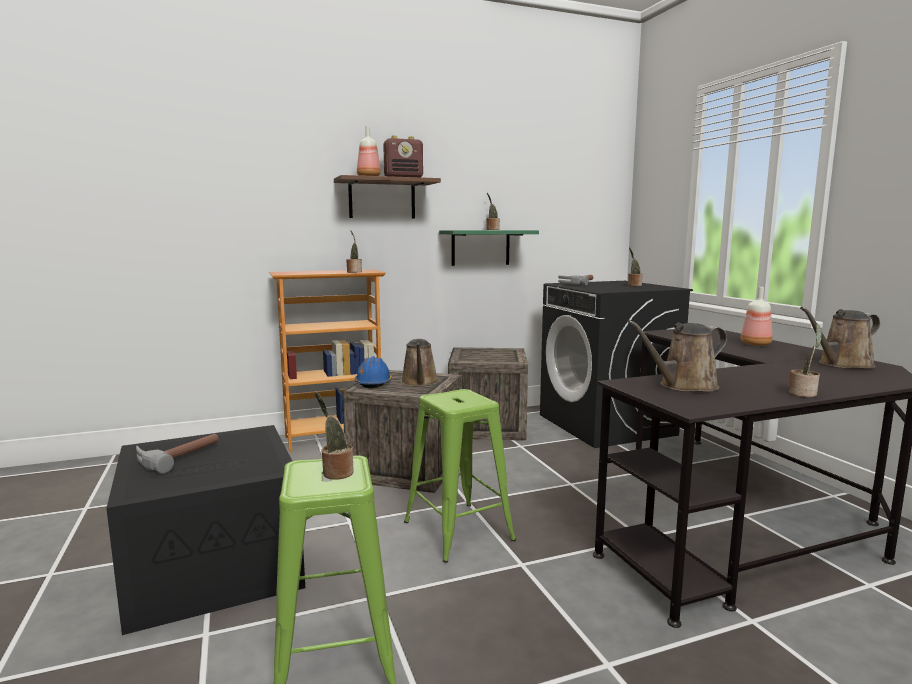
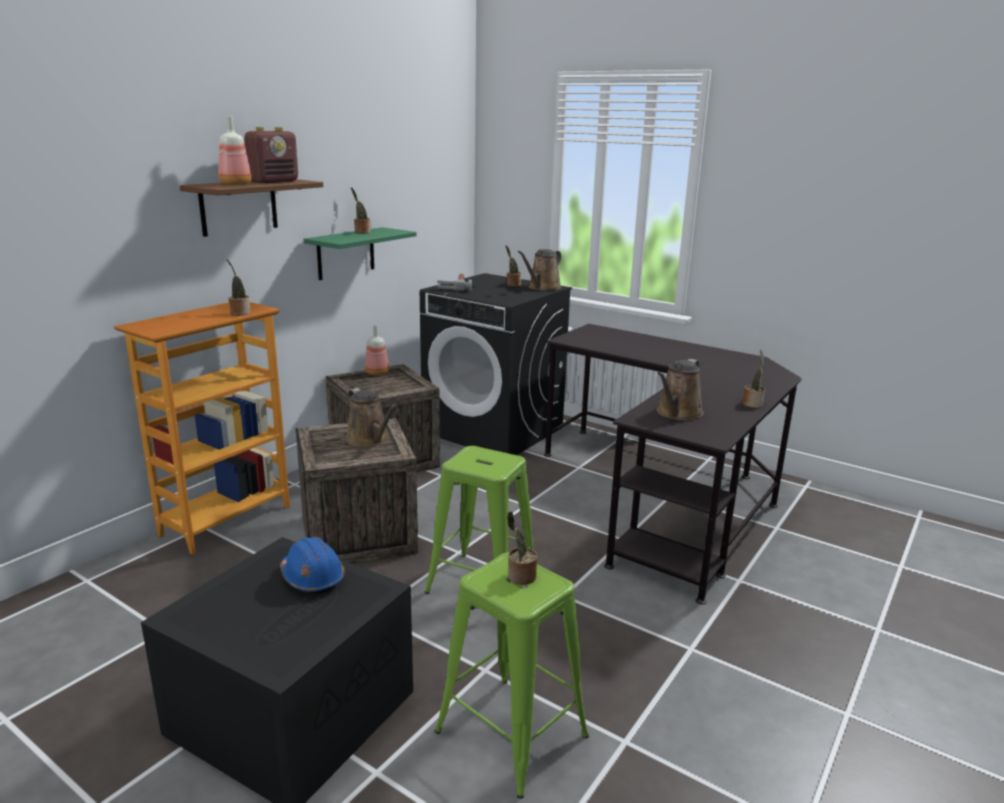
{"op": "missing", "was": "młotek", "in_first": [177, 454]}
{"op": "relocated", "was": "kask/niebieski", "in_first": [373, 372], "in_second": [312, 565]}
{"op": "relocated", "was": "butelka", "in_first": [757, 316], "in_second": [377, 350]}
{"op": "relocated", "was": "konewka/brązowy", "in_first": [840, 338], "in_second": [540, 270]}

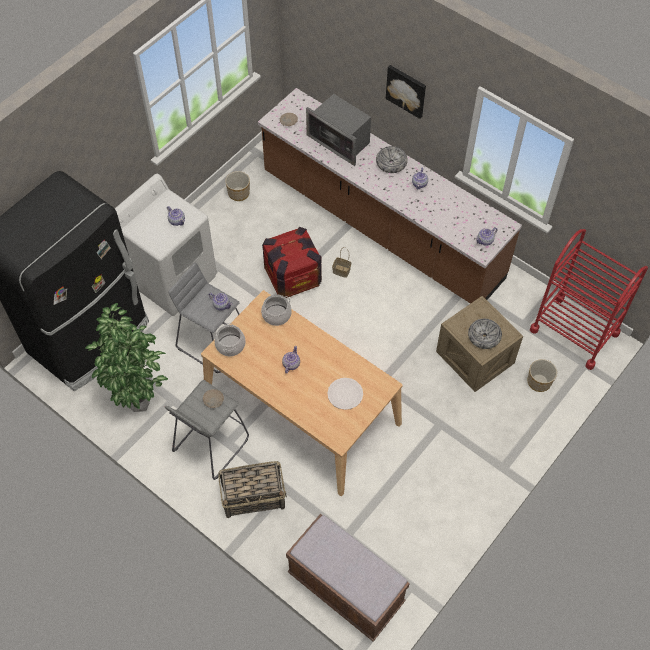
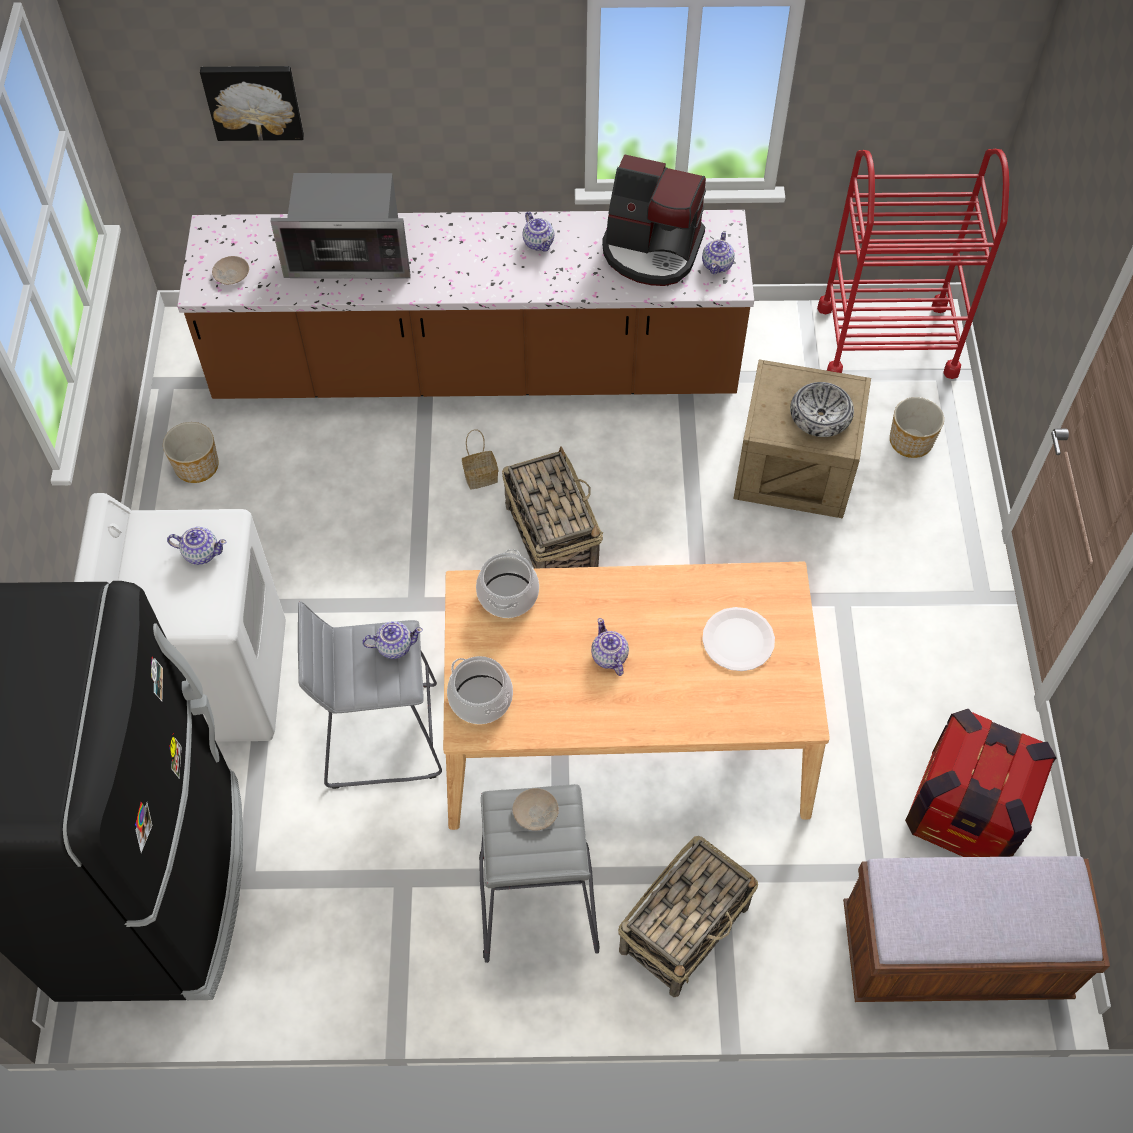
{"op": "missing", "was": "roślina doniczkowa", "in_first": [126, 357]}
{"op": "missing", "was": "miska", "in_first": [392, 159]}
{"op": "appeared", "now": "koszyk", "in_second": [552, 507]}
{"op": "appeared", "now": "ekspres do kawy", "in_second": [654, 220]}
{"op": "relocated", "was": "skrzynka", "in_first": [292, 262], "in_second": [980, 783]}
{"op": "relocated", "was": "obraz", "in_first": [406, 92], "in_second": [252, 103]}

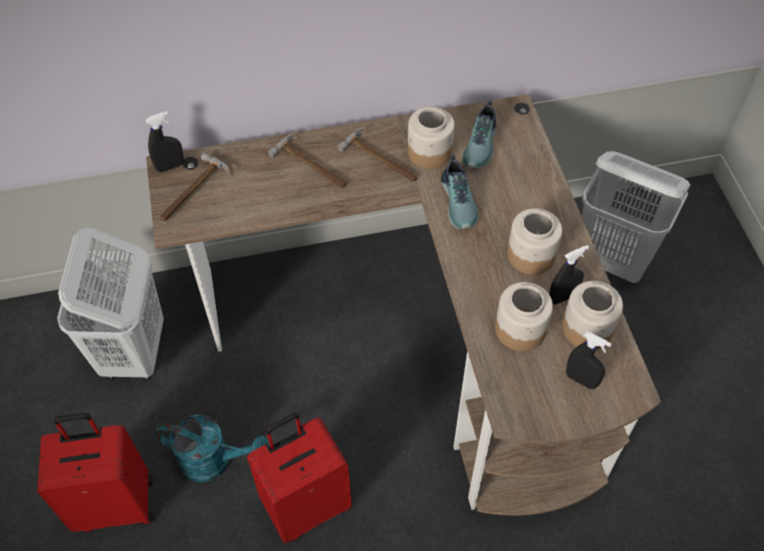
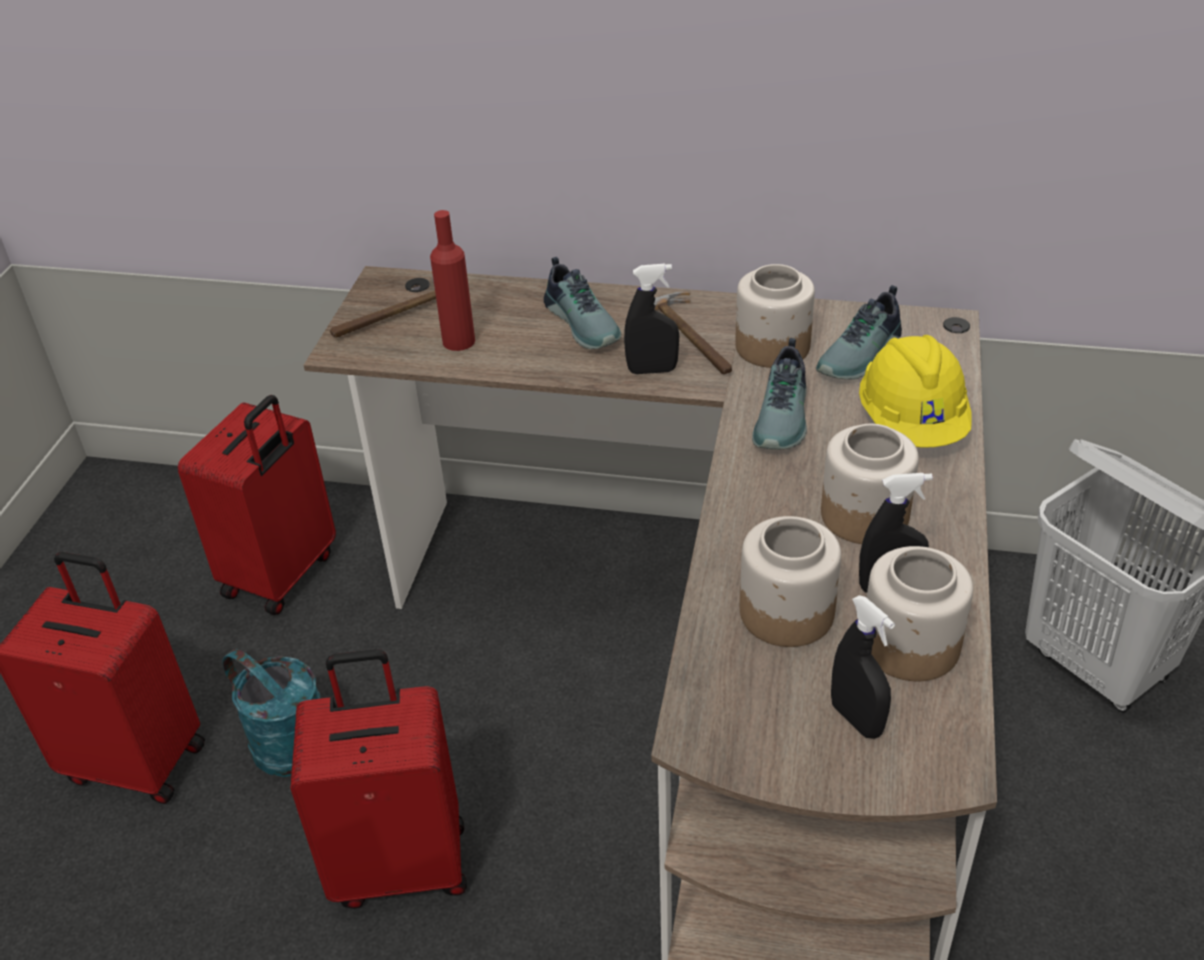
{"op": "appeared", "now": "butelka/czerwony", "in_second": [452, 280]}
{"op": "appeared", "now": "kask/żółty", "in_second": [915, 391]}
{"op": "relocated", "was": "spryskiwacz/czarny", "in_first": [164, 141], "in_second": [651, 318]}
{"op": "exchanged", "was": "kosz na pranie/biały", "now": "walizka/czerwony", "in_first": [110, 304], "in_second": [257, 505]}
{"op": "exchanged", "was": "młotek", "now": "but", "in_first": [307, 160], "in_second": [582, 303]}

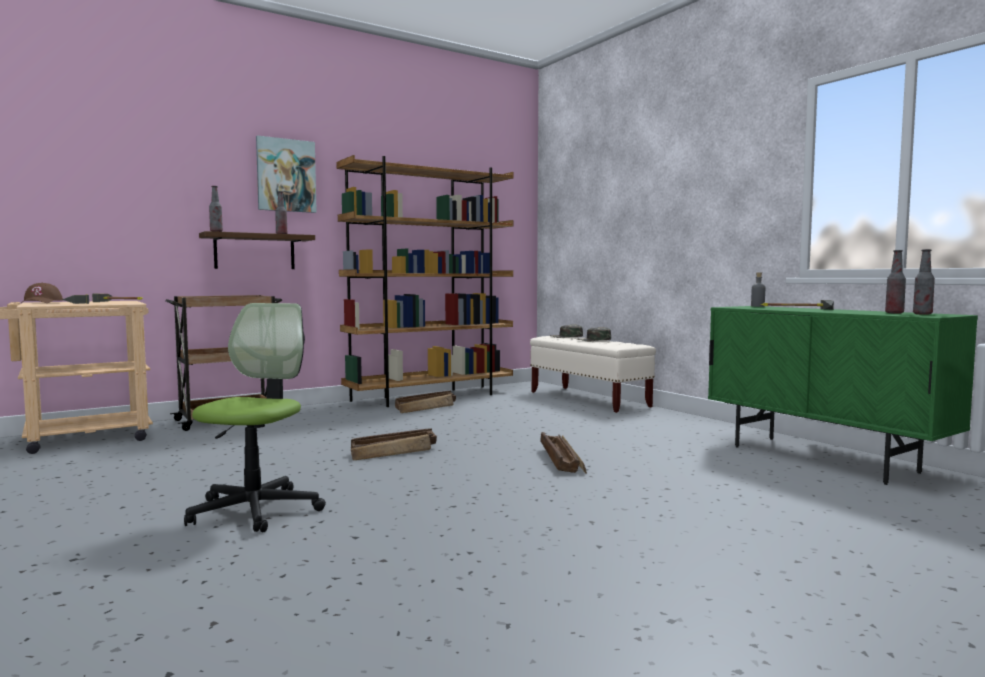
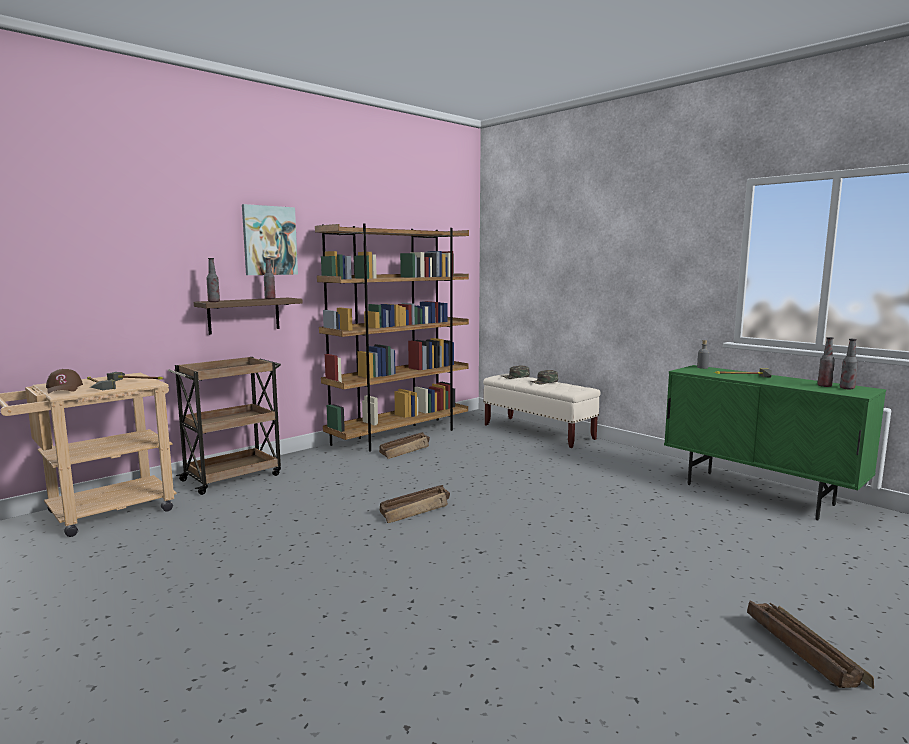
{"op": "missing", "was": "krzesło biurowe", "in_first": [255, 417]}
{"op": "relocated", "was": "skrzynka", "in_first": [563, 452], "in_second": [810, 645]}

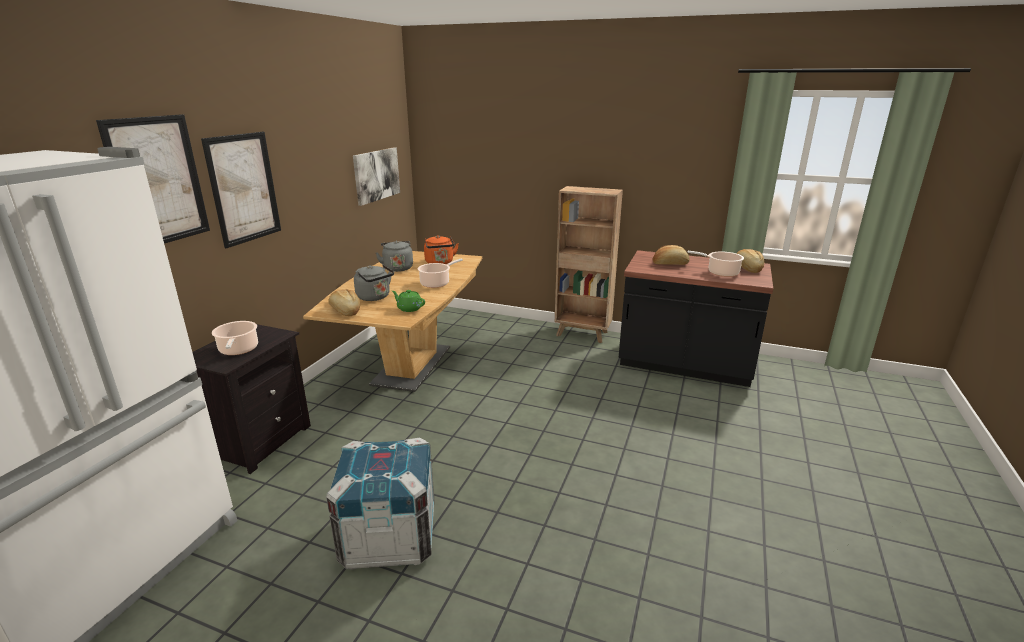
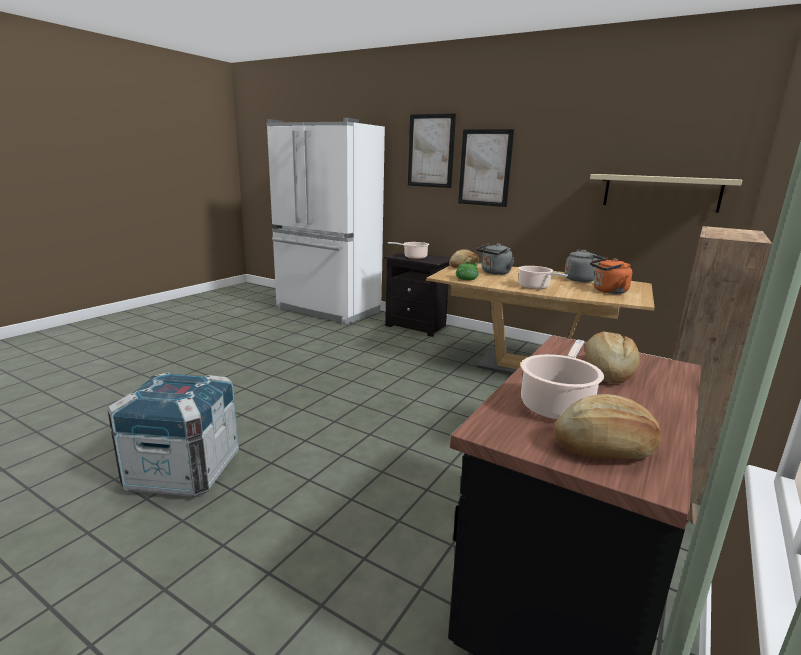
{"op": "relocated", "was": "skrzynka", "in_first": [380, 503], "in_second": [173, 435]}
{"op": "exchanged", "was": "obraz", "now": "półka/beżowy", "in_first": [376, 176], "in_second": [666, 193]}

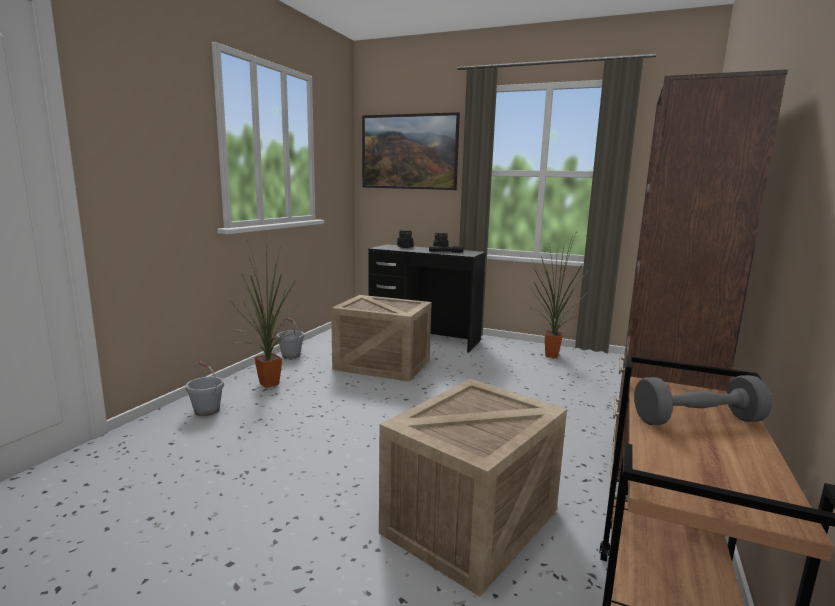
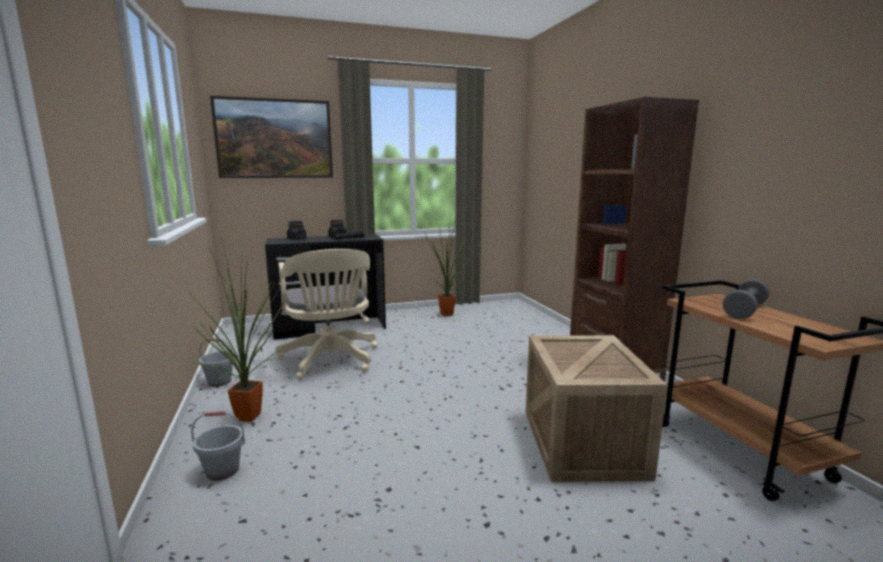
{"op": "exchanged", "was": "skrzynka", "now": "krzesło biurowe/beżowy", "in_first": [381, 338], "in_second": [326, 314]}

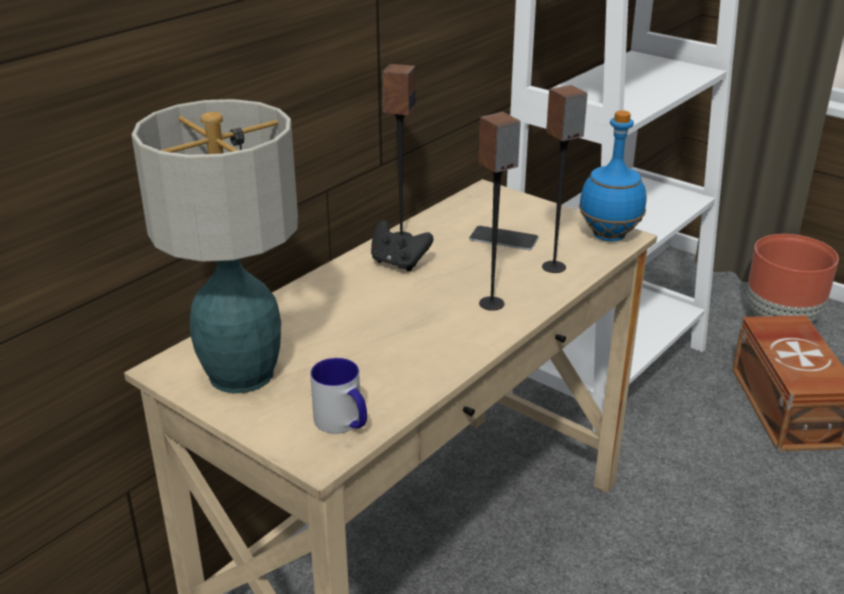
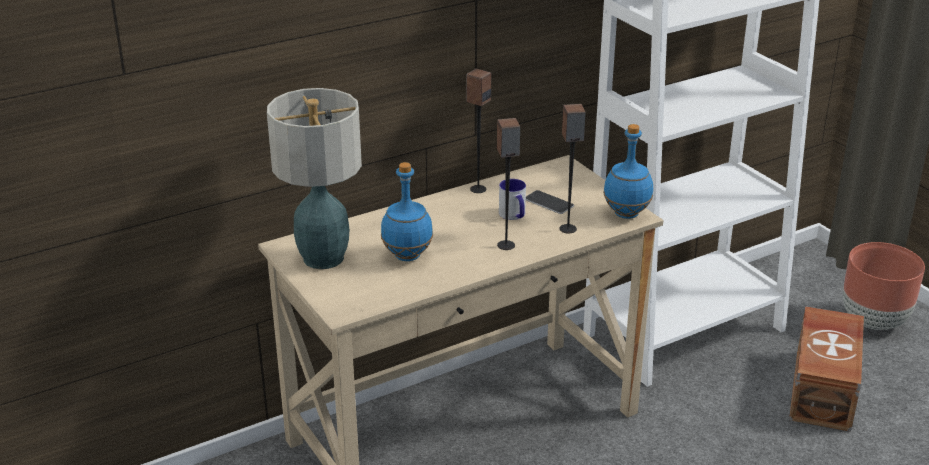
{"op": "missing", "was": "pad do gier/czarny", "in_first": [402, 246]}
{"op": "appeared", "now": "butelka/niebieski", "in_second": [407, 211]}
{"op": "relocated", "was": "kubek", "in_first": [338, 396], "in_second": [512, 199]}

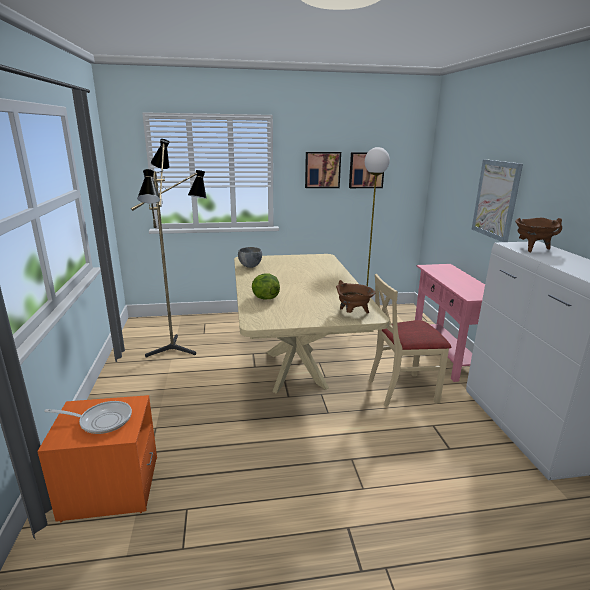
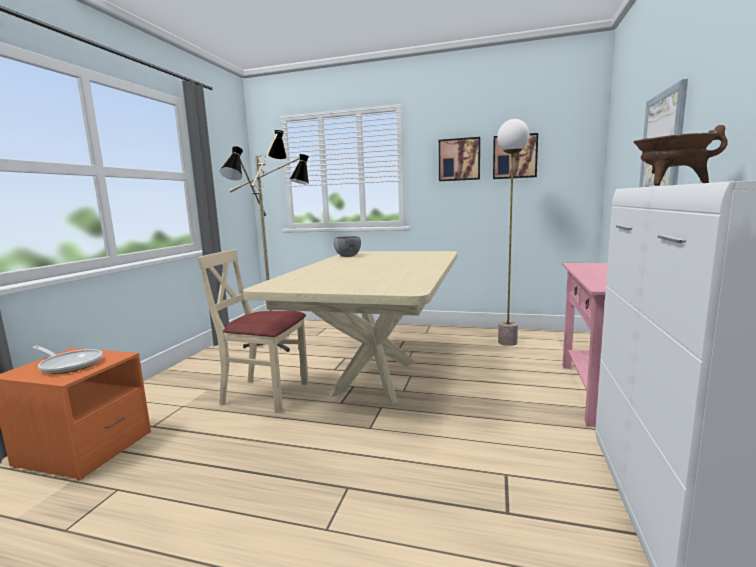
{"op": "missing", "was": "sałata", "in_first": [266, 286]}
{"op": "missing", "was": "garnek/brązowy", "in_first": [356, 297]}
{"op": "relocated", "was": "krzesło/beżowy", "in_first": [410, 340], "in_second": [253, 331]}

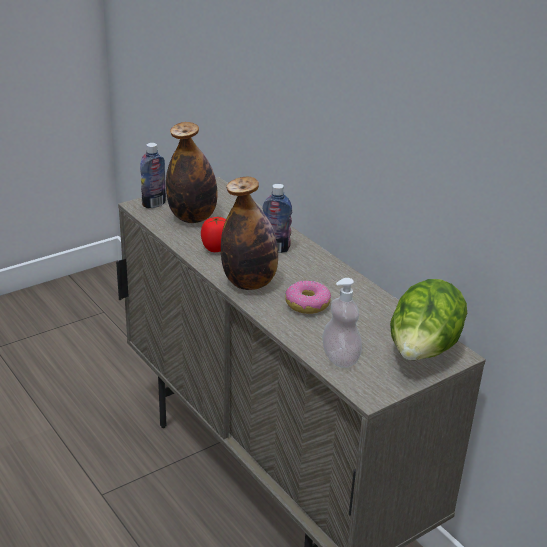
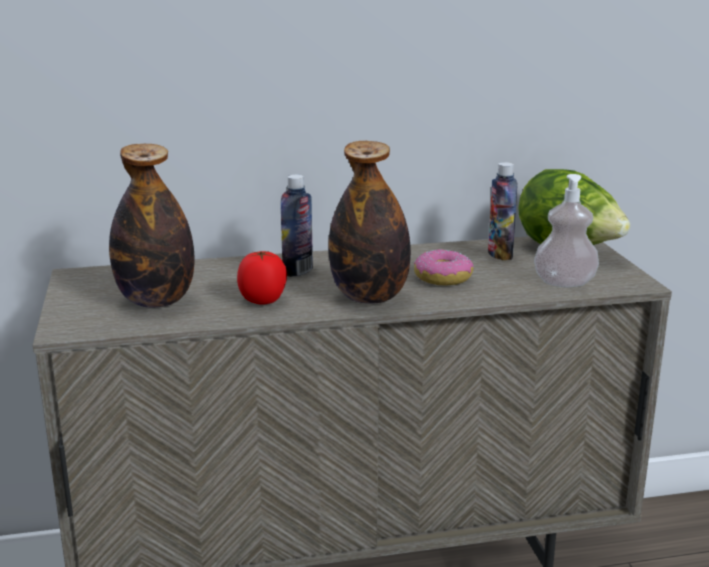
{"op": "relocated", "was": "butelka", "in_first": [153, 175], "in_second": [503, 211]}

